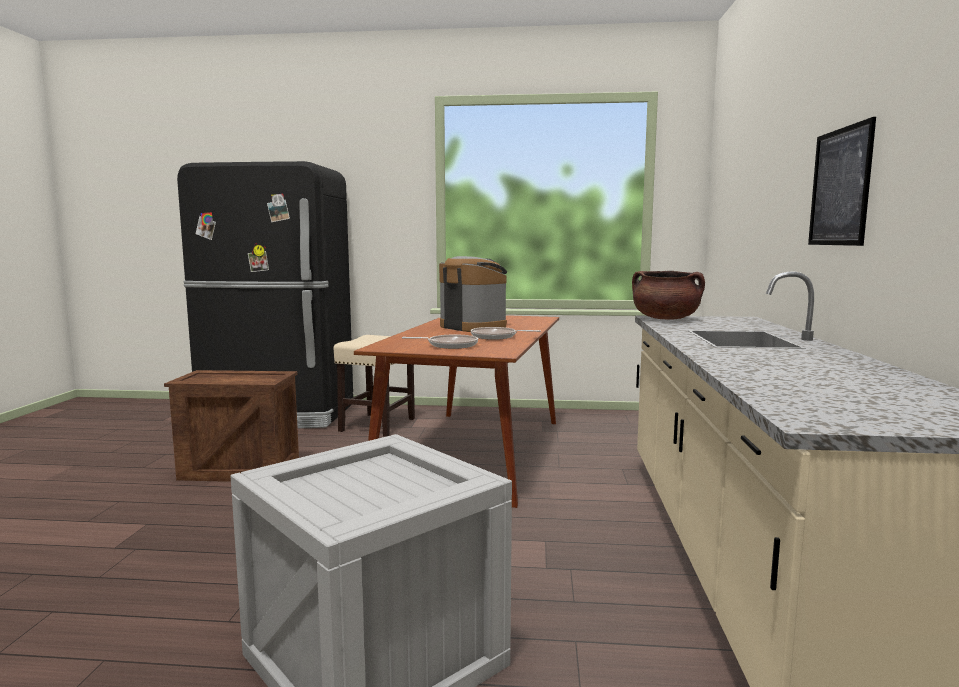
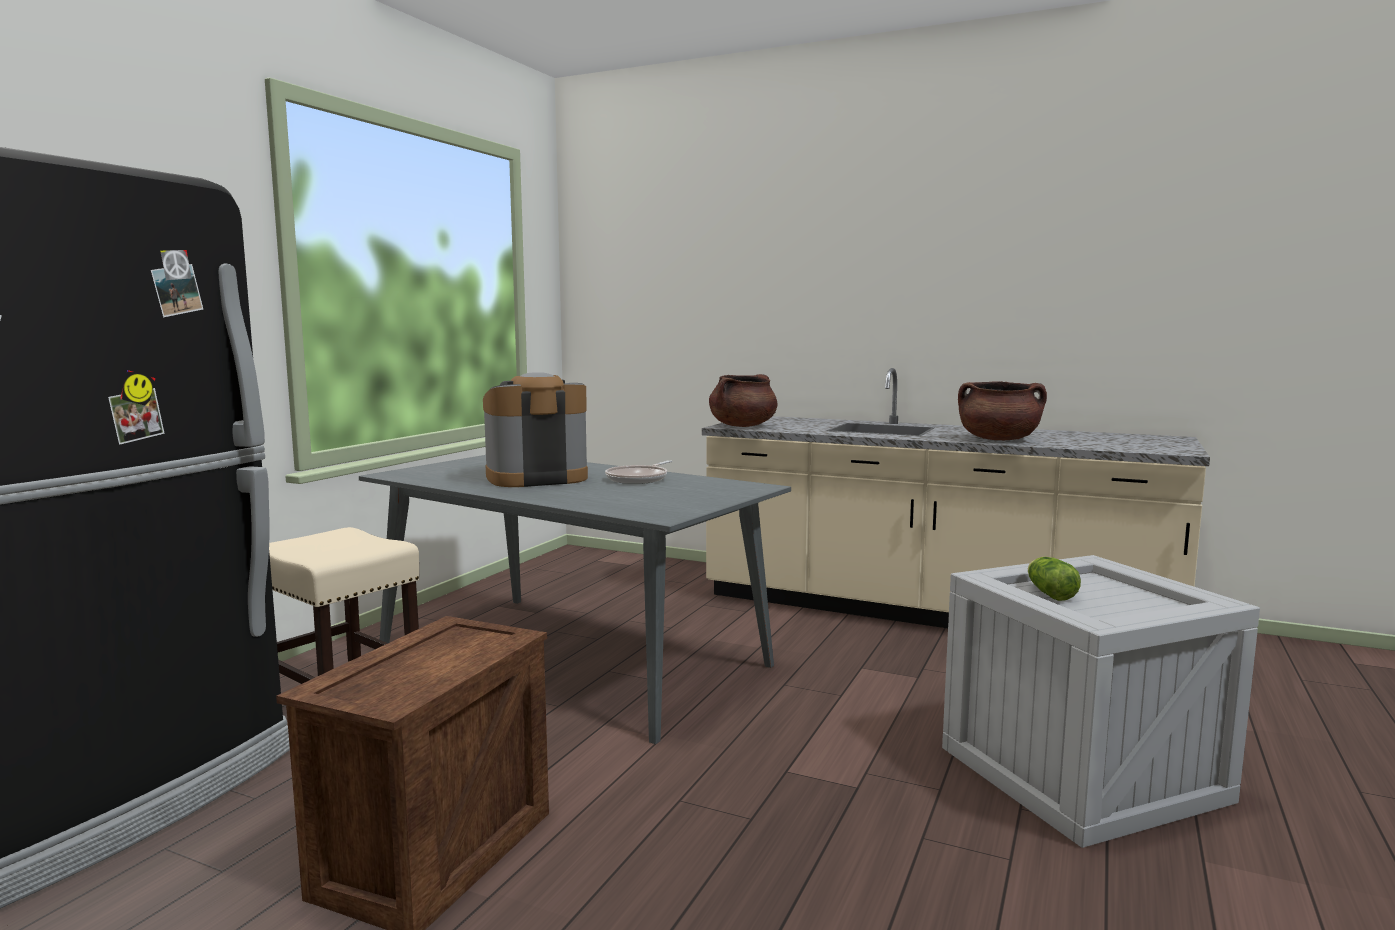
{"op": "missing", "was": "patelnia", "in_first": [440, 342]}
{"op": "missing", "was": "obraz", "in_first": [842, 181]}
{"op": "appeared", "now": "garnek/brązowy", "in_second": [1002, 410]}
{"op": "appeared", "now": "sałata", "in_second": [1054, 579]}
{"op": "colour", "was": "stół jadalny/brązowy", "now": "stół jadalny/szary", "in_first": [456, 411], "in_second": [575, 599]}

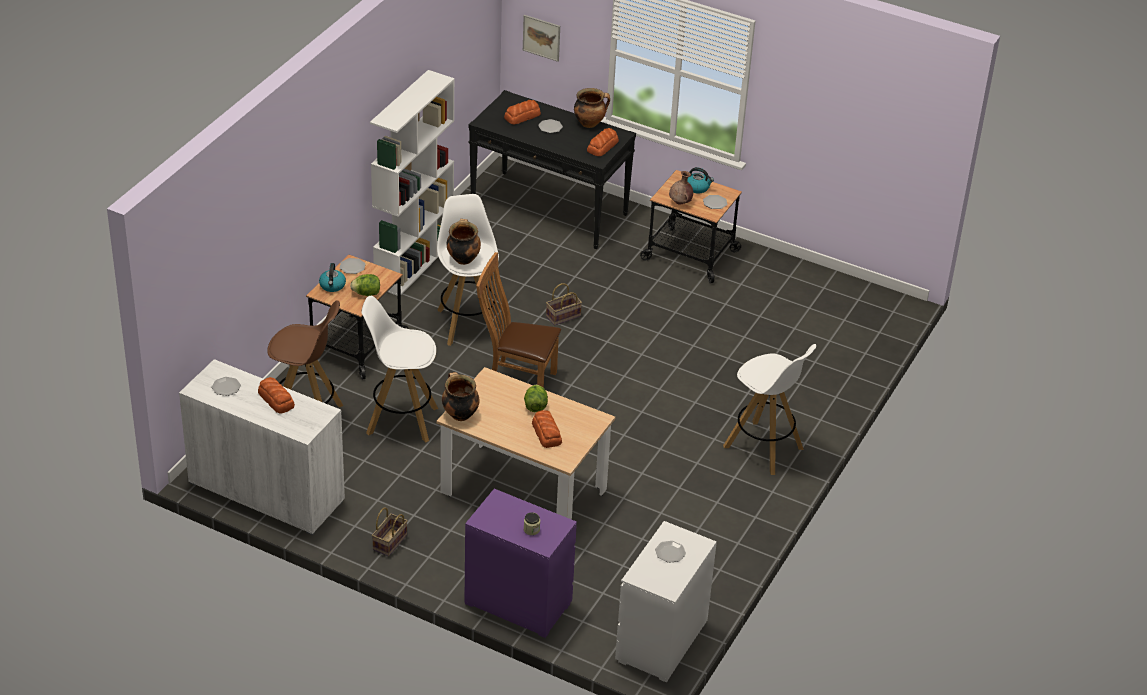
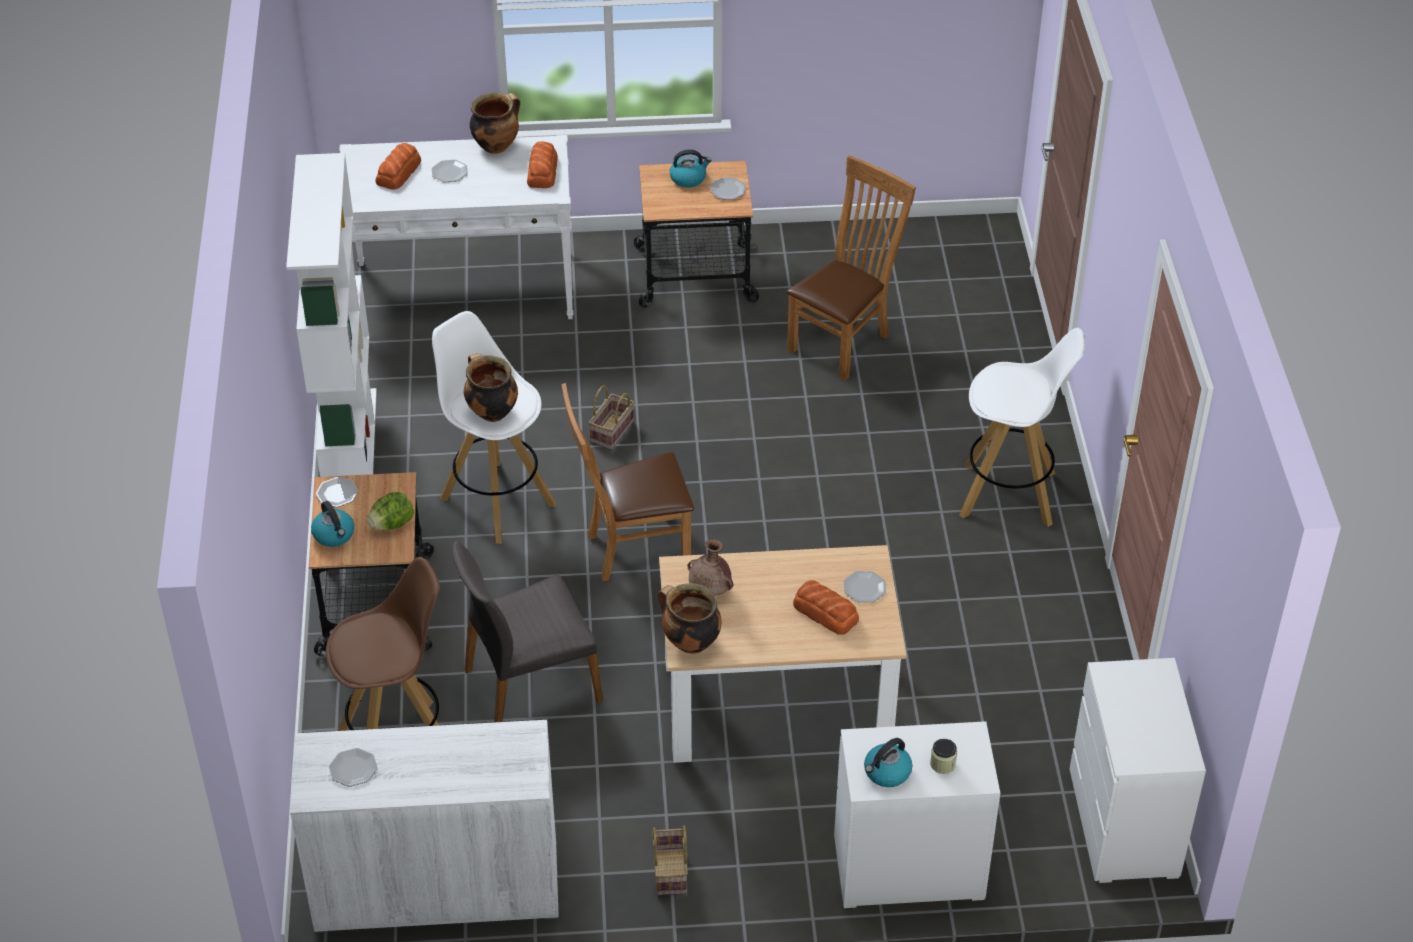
{"op": "missing", "was": "chleb", "in_first": [276, 395]}
{"op": "missing", "was": "obraz", "in_first": [541, 38]}
{"op": "missing", "was": "sałata", "in_first": [536, 398]}
{"op": "appeared", "now": "krzesło/brązowy", "in_second": [851, 268]}
{"op": "appeared", "now": "czajnik", "in_second": [888, 762]}
{"op": "relocated", "was": "talerz", "in_first": [670, 552], "in_second": [865, 586]}
{"op": "relocated", "was": "wazon/brązowy", "in_first": [681, 187], "in_second": [710, 567]}
{"op": "exchanged", "was": "stołek/biały", "now": "krzesło/szary", "in_first": [399, 369], "in_second": [527, 631]}
{"op": "colour", "was": "komoda/fioletowy", "now": "komoda/biały", "in_first": [520, 563], "in_second": [917, 814]}
{"op": "colour", "was": "stolik konsolowy/czarny", "now": "stolik konsolowy/biały", "in_first": [552, 169], "in_second": [456, 227]}

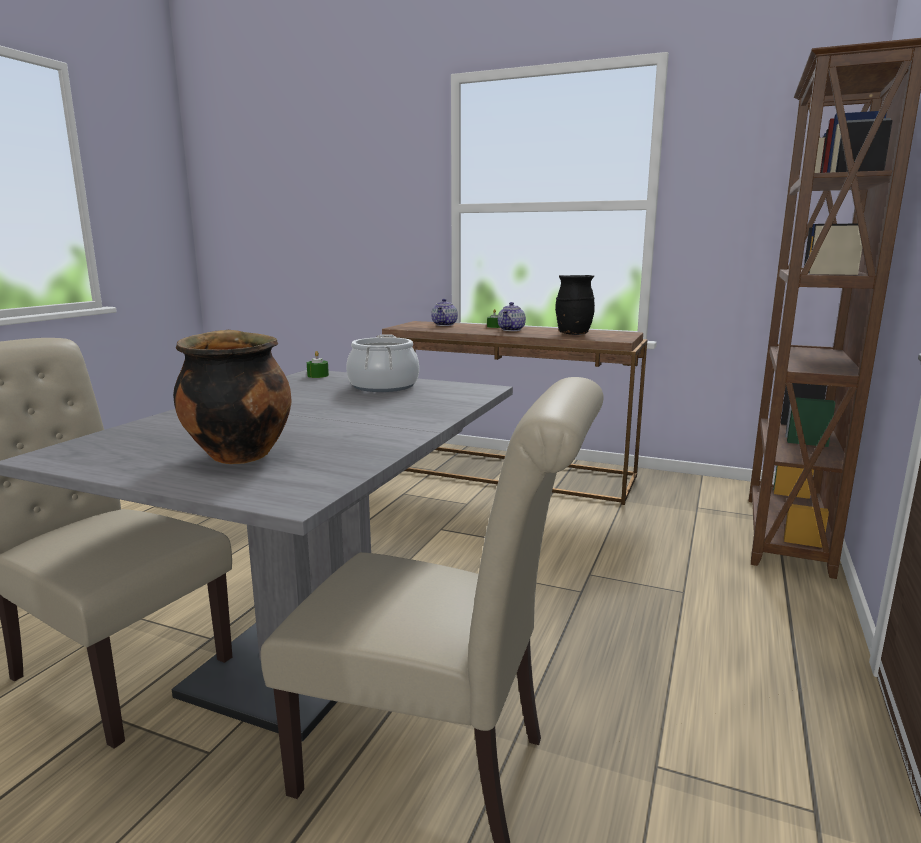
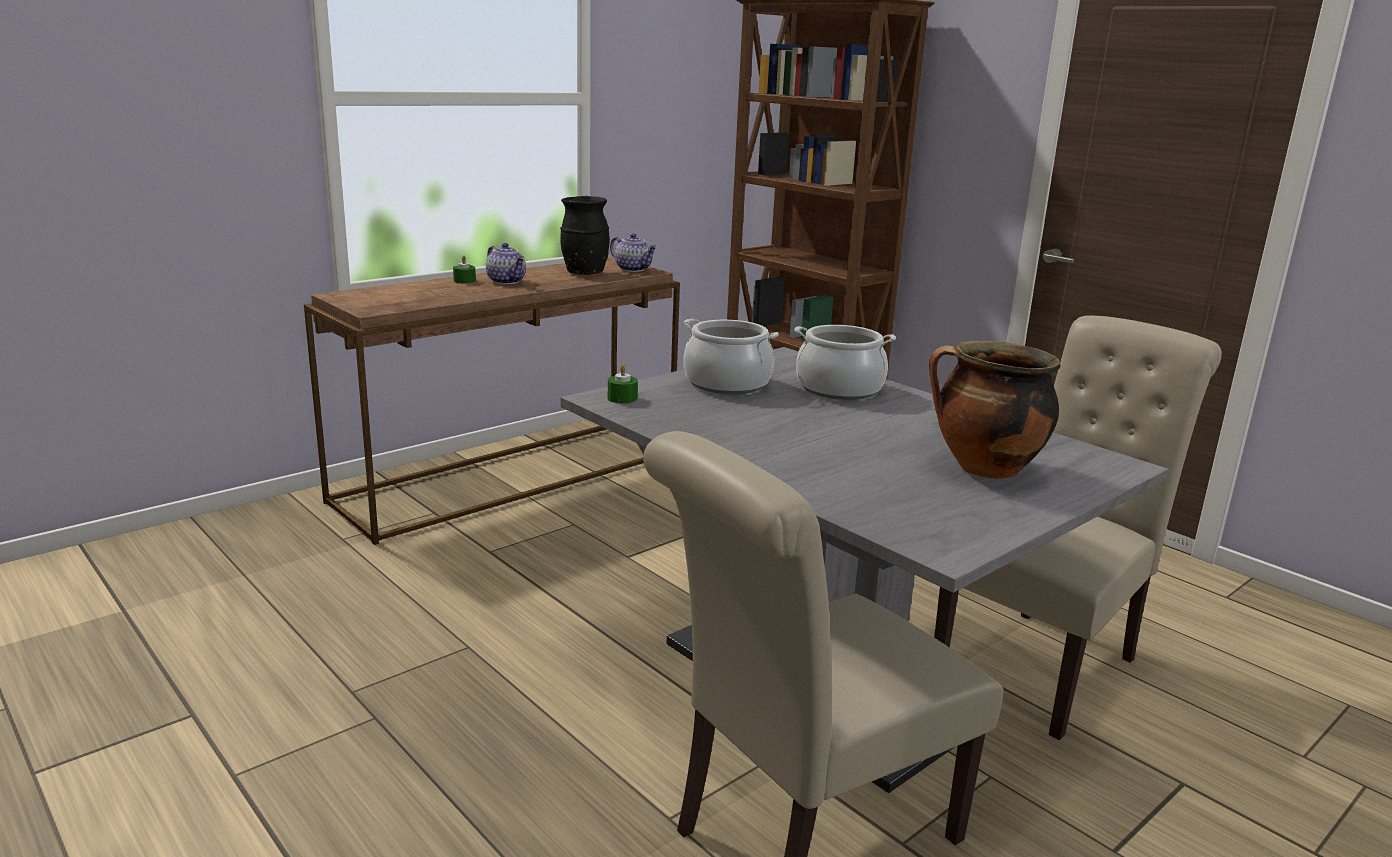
{"op": "appeared", "now": "garnek", "in_second": [845, 362]}
{"op": "relocated", "was": "imbryk", "in_first": [444, 312], "in_second": [633, 252]}

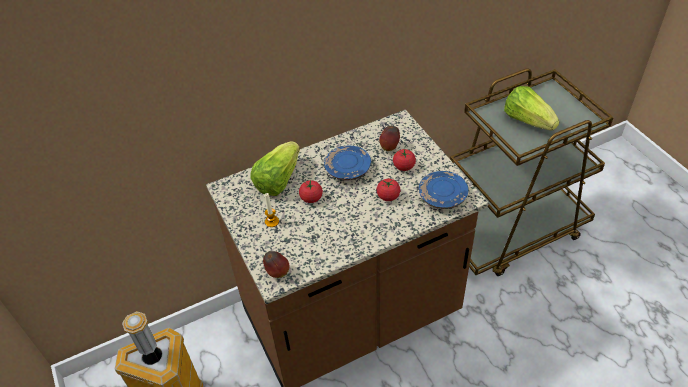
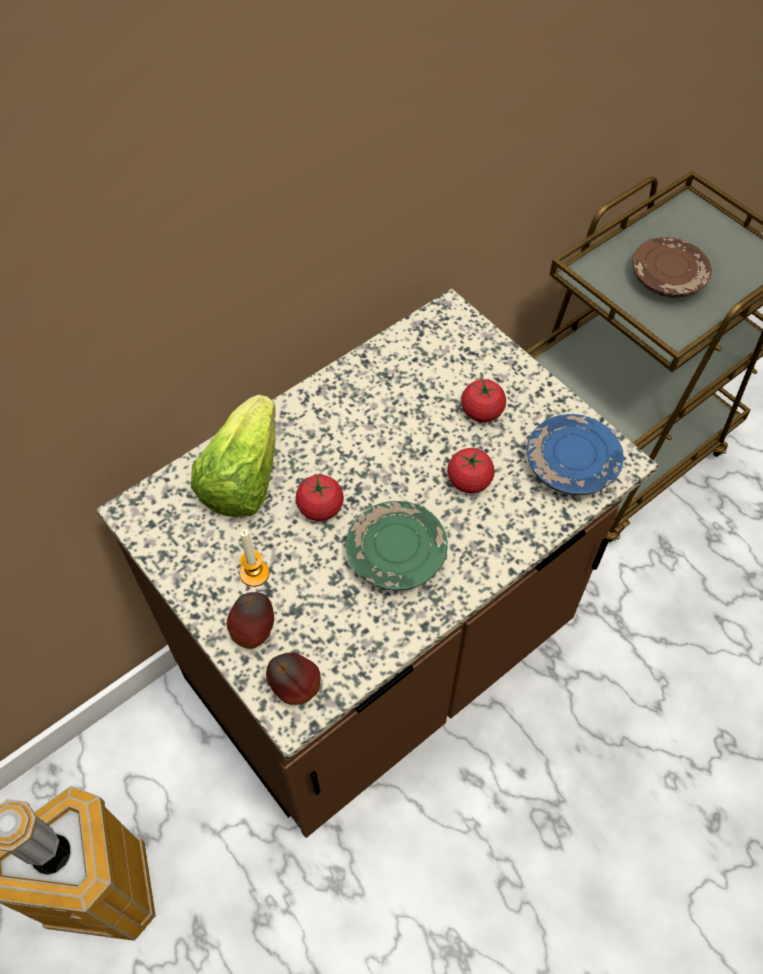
{"op": "missing", "was": "talerz/niebieski", "in_first": [347, 163]}
{"op": "appeared", "now": "talerz/zielony", "in_second": [397, 546]}
{"op": "relocated", "was": "jabłko", "in_first": [389, 138], "in_second": [250, 620]}
{"op": "exchanged", "was": "sałata", "now": "talerz/brązowy", "in_first": [532, 108], "in_second": [672, 267]}

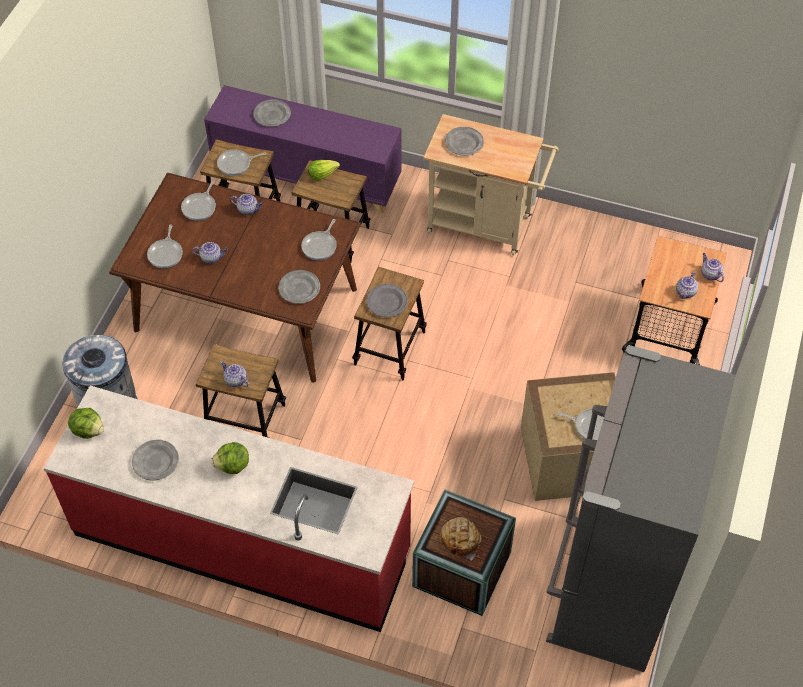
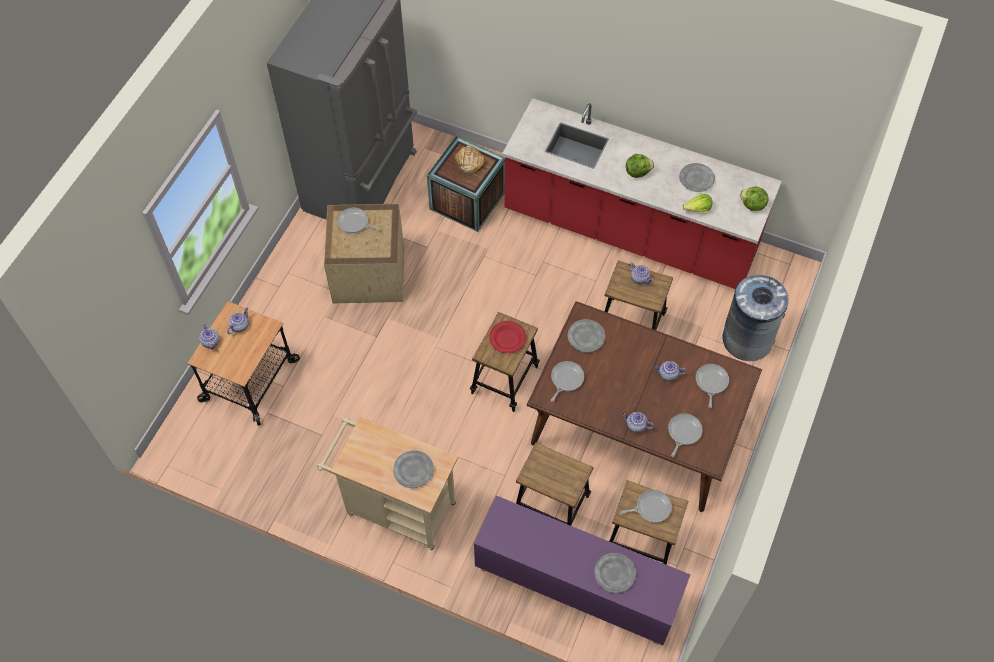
{"op": "relocated", "was": "sałata", "in_first": [324, 170], "in_second": [698, 203]}
{"op": "colour", "was": "talerz/szary", "now": "talerz/czerwony", "in_first": [387, 300], "in_second": [507, 337]}

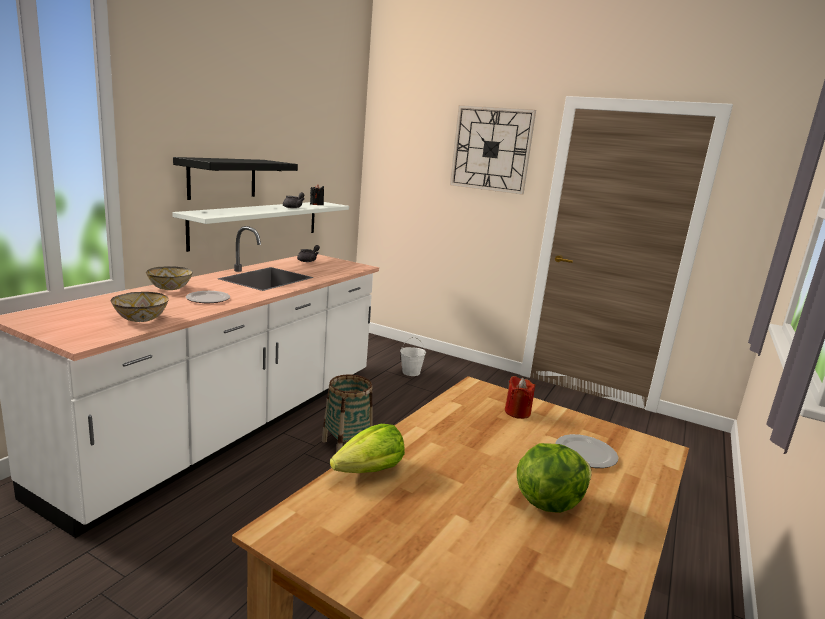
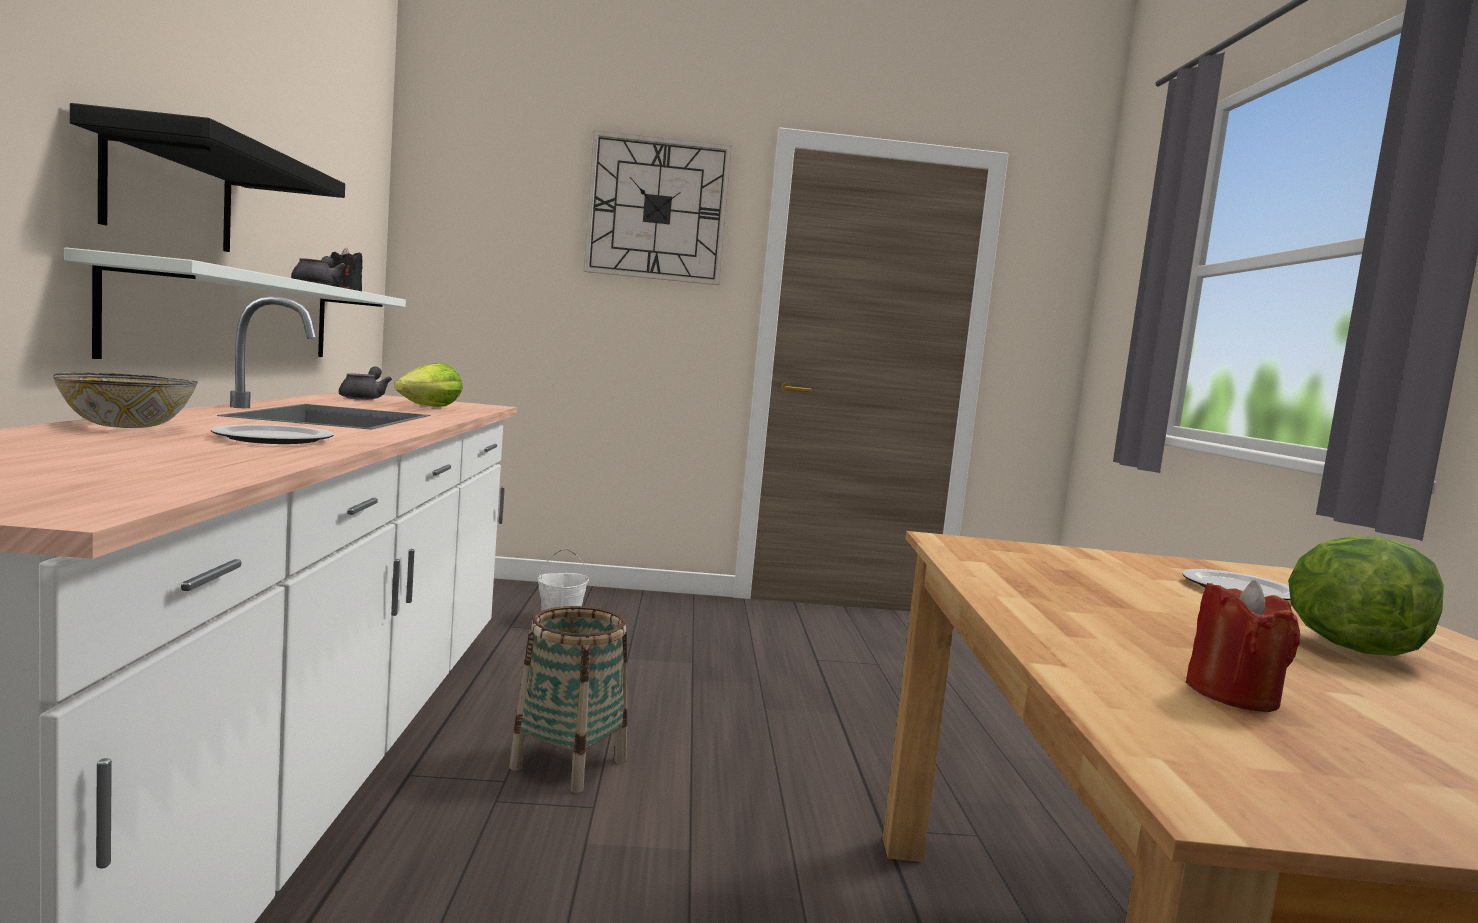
{"op": "missing", "was": "miska", "in_first": [140, 307]}
{"op": "relocated", "was": "sałata", "in_first": [367, 448], "in_second": [428, 385]}
{"op": "relocated", "was": "świeca/czerwony", "in_first": [520, 397], "in_second": [1243, 646]}

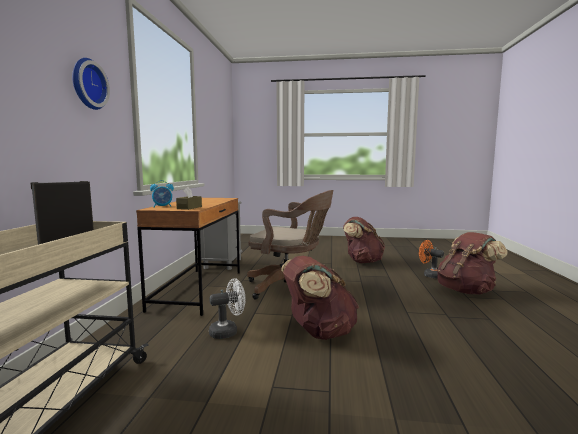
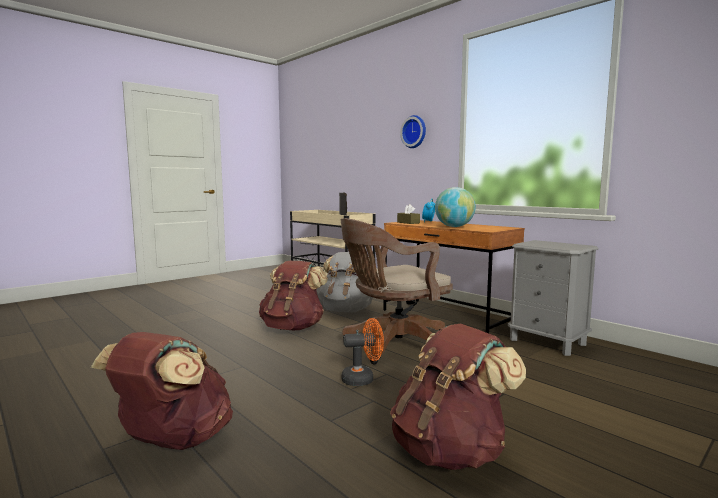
{"op": "appeared", "now": "globus", "in_second": [455, 207]}
{"op": "relocated", "was": "wentylator/pomarańczowy", "in_first": [431, 259], "in_second": [362, 352]}
{"op": "exchanged", "was": "wentylator/biały", "now": "plecak/szary", "in_first": [227, 308], "in_second": [345, 282]}

